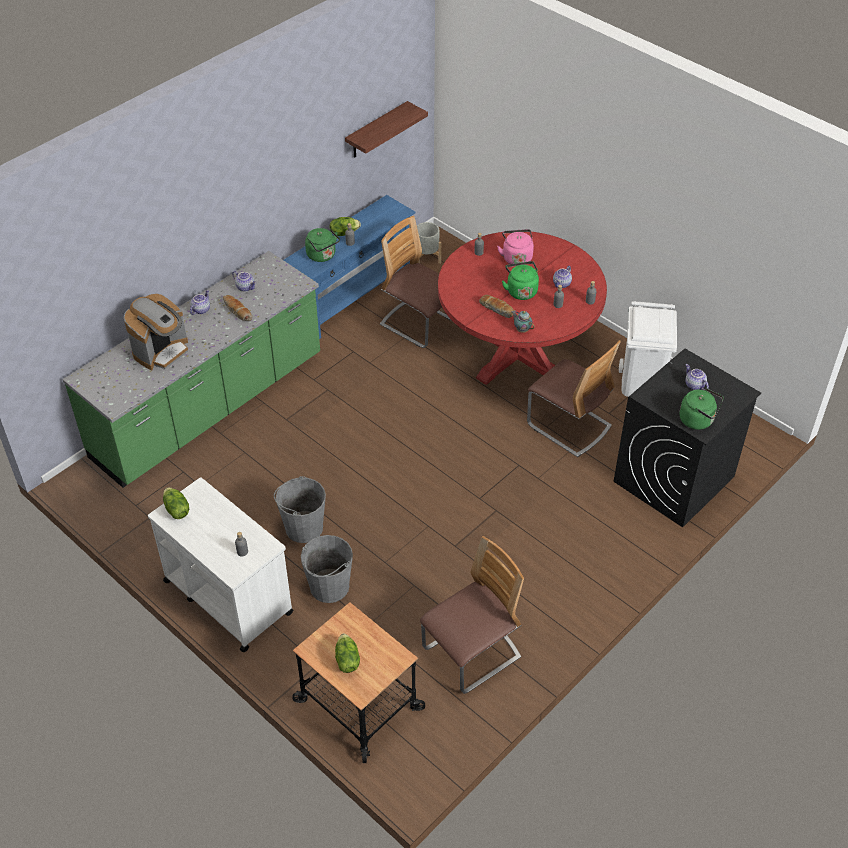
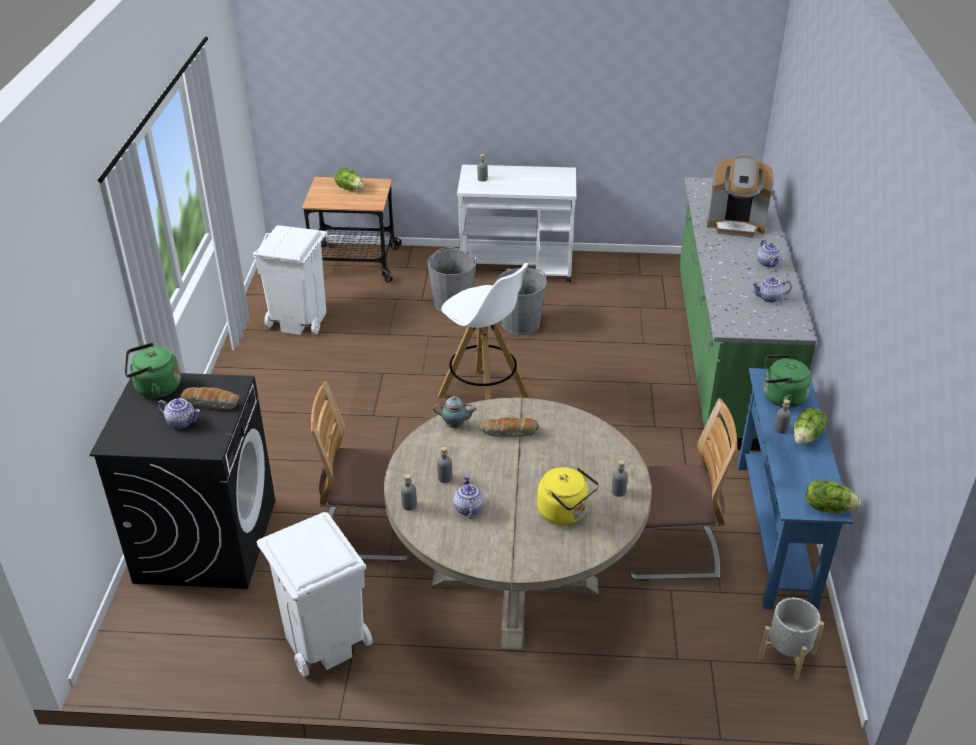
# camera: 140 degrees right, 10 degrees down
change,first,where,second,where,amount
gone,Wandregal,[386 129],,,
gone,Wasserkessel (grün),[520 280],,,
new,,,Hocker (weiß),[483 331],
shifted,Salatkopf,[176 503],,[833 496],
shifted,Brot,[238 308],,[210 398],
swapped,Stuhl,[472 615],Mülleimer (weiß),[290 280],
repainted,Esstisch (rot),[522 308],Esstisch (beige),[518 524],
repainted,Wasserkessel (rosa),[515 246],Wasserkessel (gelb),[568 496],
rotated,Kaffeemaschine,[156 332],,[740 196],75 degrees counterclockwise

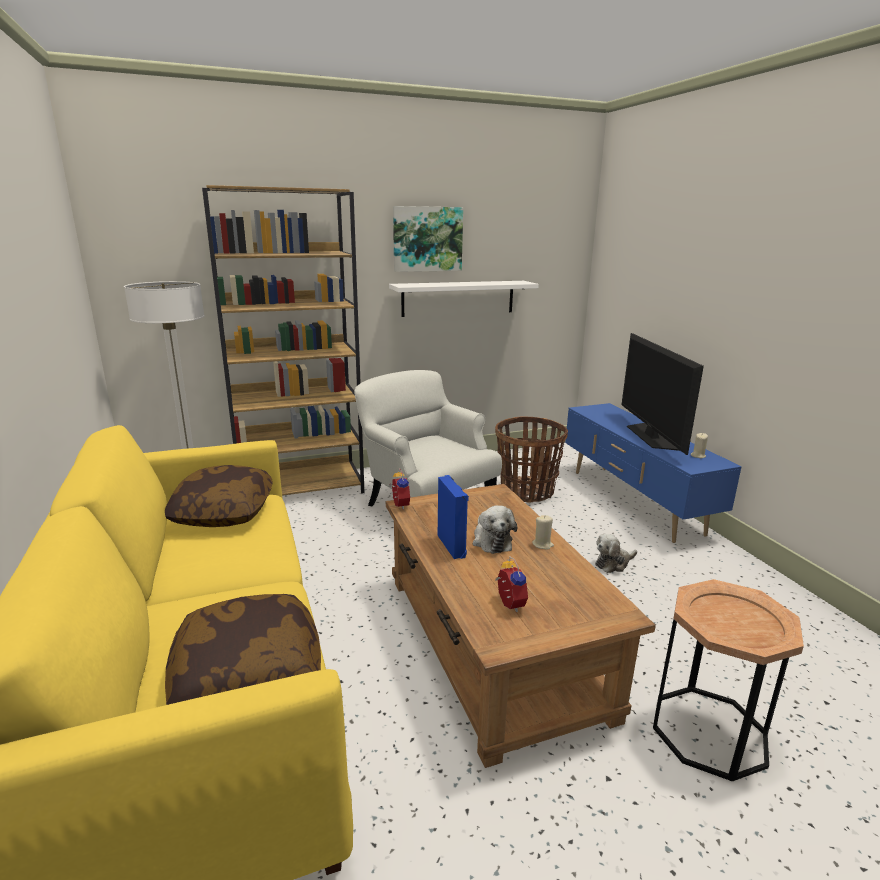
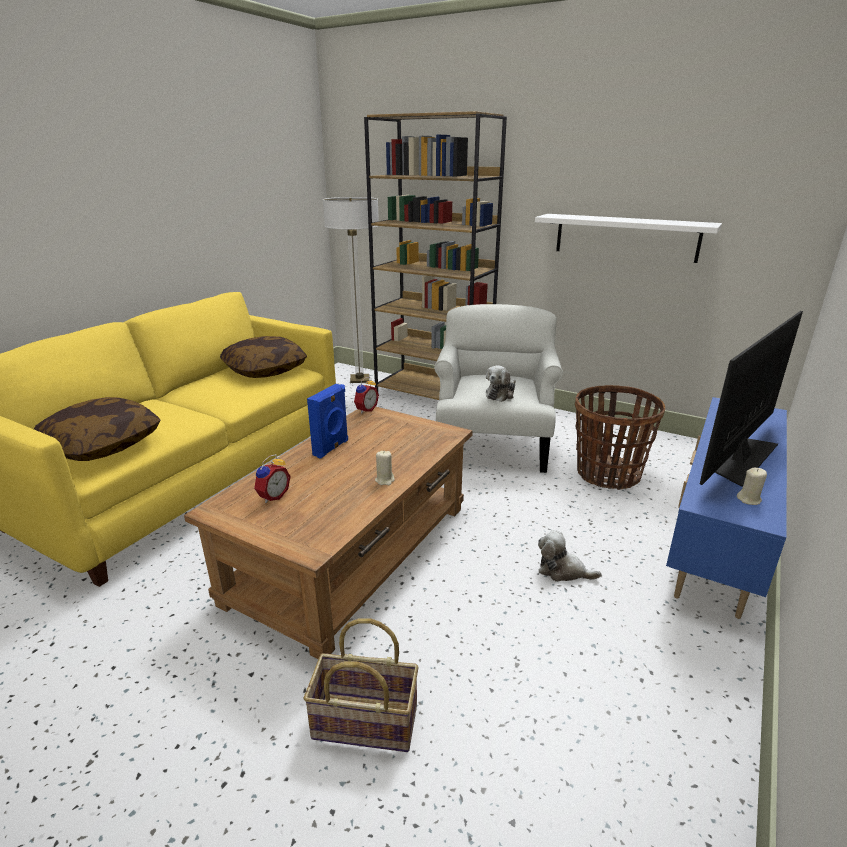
# camera: 50 degrees right, 5 degrees up
change,first,where,second,where,amount
gone,Bild,[428 239],,,
shifted,Plüschtier,[495 529],,[501 383],
swapped,Beistelltisch (braun),[728 680],Korb,[361 685],

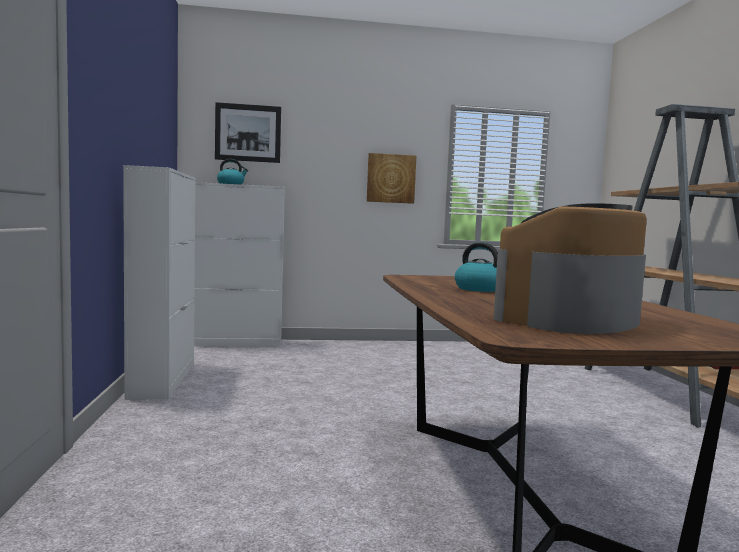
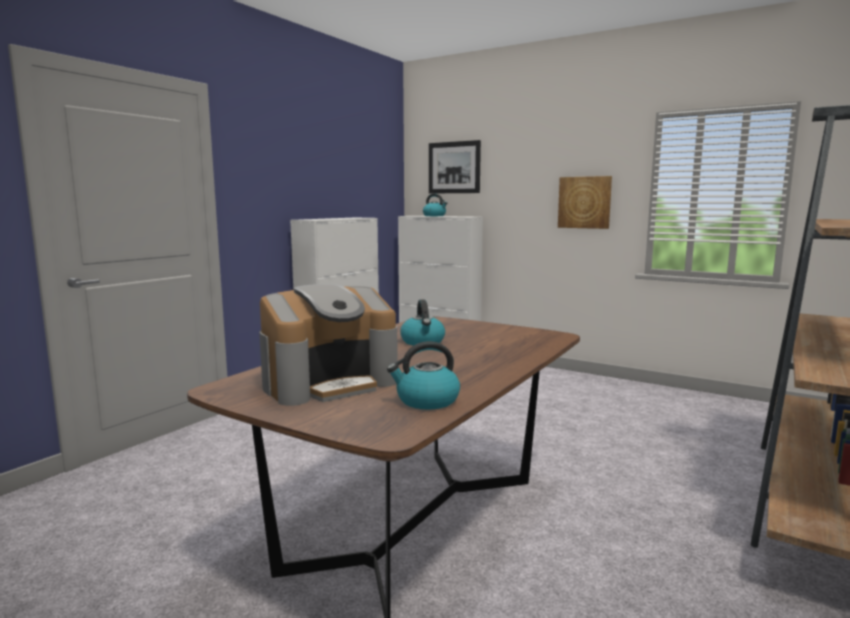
# camera: 40 degrees right, 5 degrees up
change,first,where,second,where,amount
new,,,Wasserkessel,[423 375],
rotated,Kaffeemaschine,[570 268],,[328 345],150 degrees clockwise

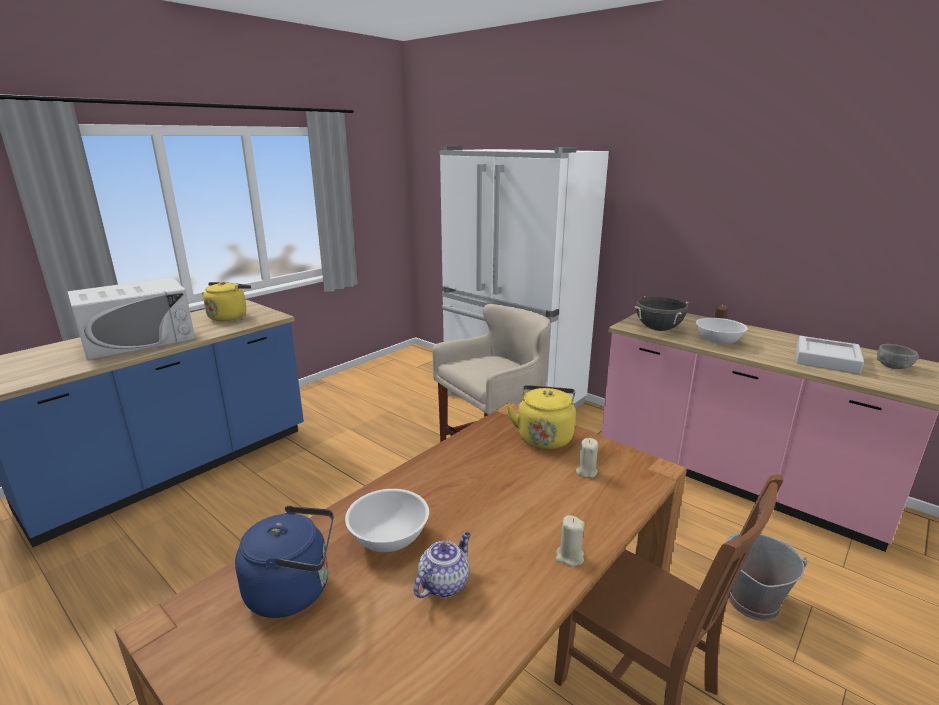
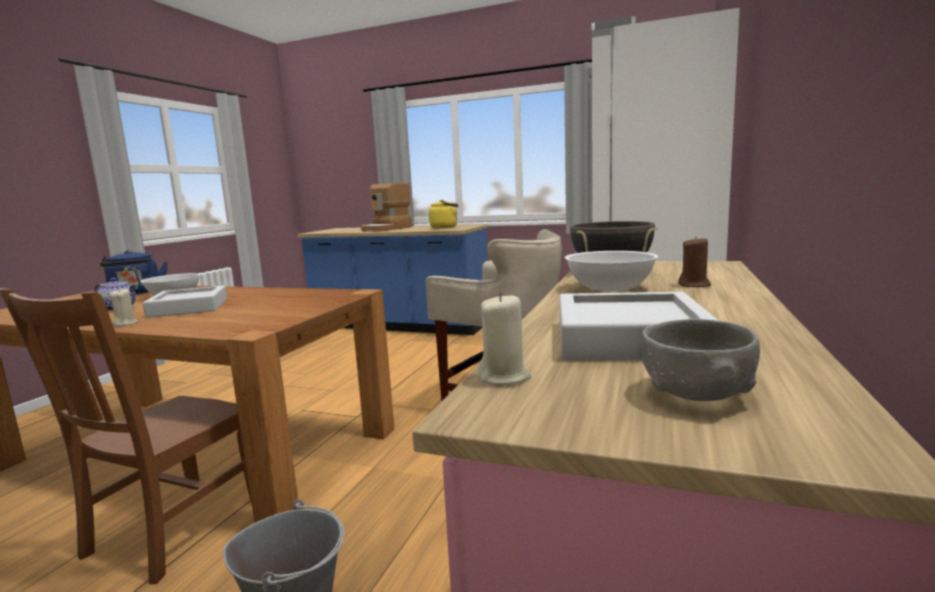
# camera: 70 degrees right, 10 degrees down
change,first,where,second,where,amount
gone,Wasserkessel (gelb),[541 417],,,
new,,,Tablett (grau),[185 302],
shifted,Kerze (beige),[587 458],,[504 338],
swapped,Mikrowelle (weiß),[131 318],Kaffeemaschine,[386 207],

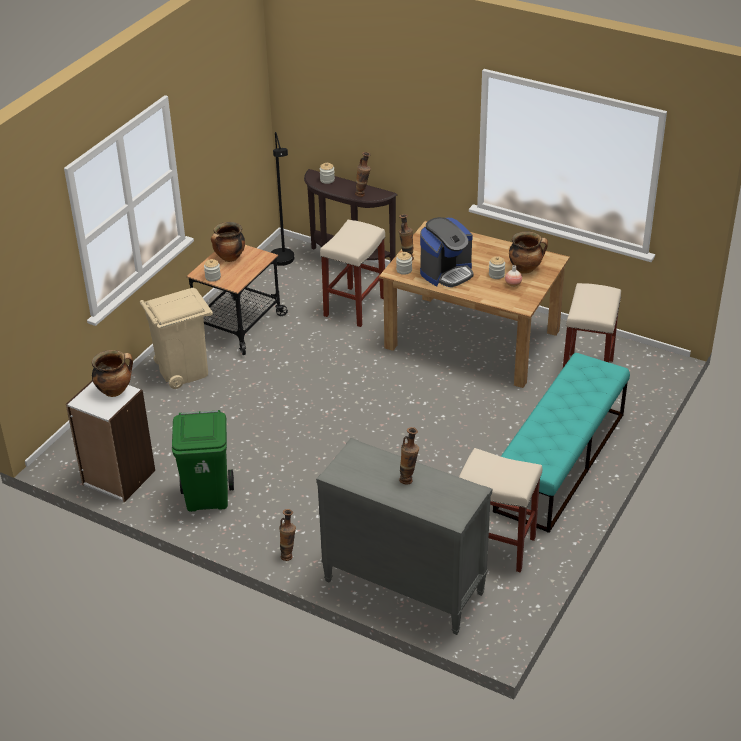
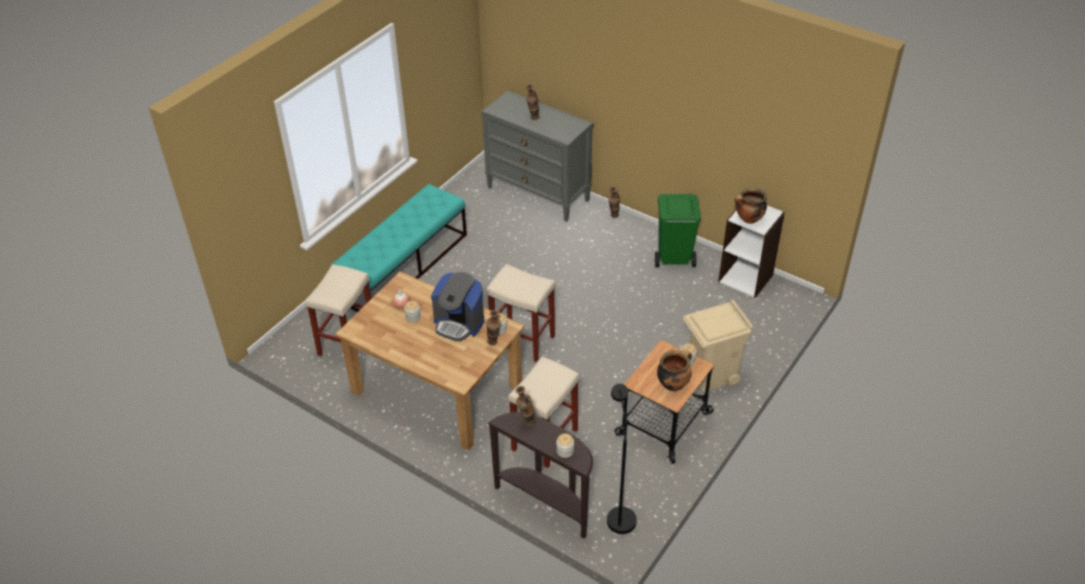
# camera: 175 degrees left, 5 degrees up
change,first,where,second,where,amount
gone,Kochtopf,[528 252],,,
shifted,Hocker (beige),[501 510],,[521 313],
rotated,Kaffeemaschine,[447 252],,[457 306],120 degrees counterclockwise

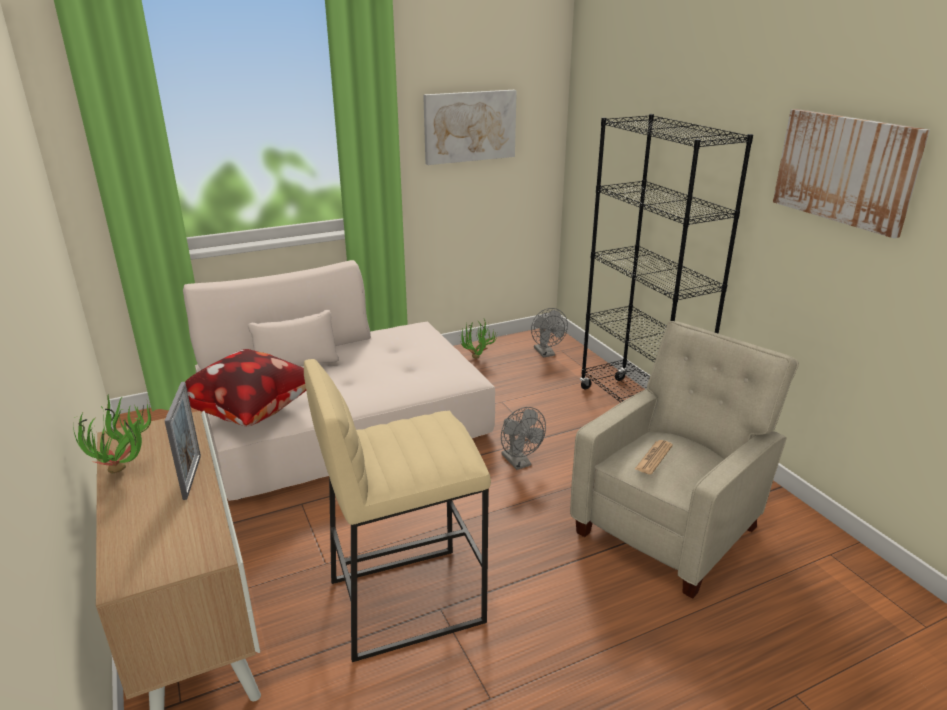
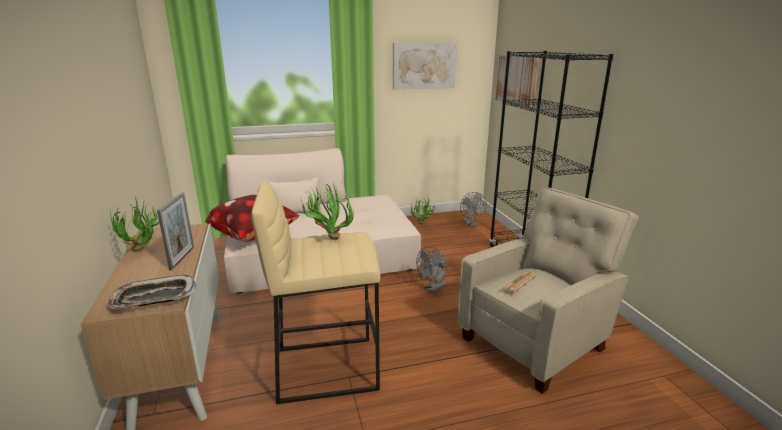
# camera: 10 degrees right, 5 degrees down
change,first,where,second,where,amount
new,,,Tablett,[152 292],
new,,,Topfpflanze,[327 211],
shifted,Bild,[851 173],,[517 82],
rotated,Ventilator (grau),[523 438],,[431 270],60 degrees clockwise

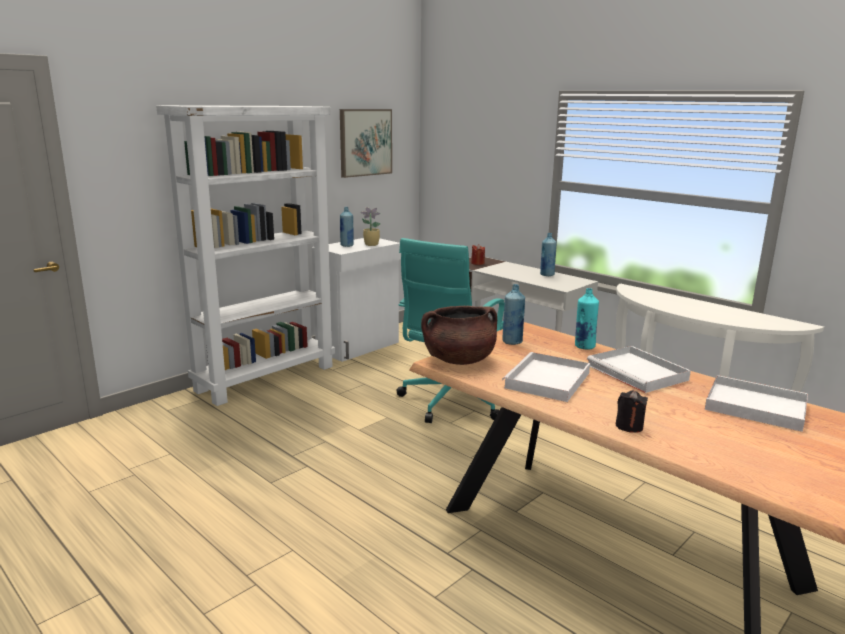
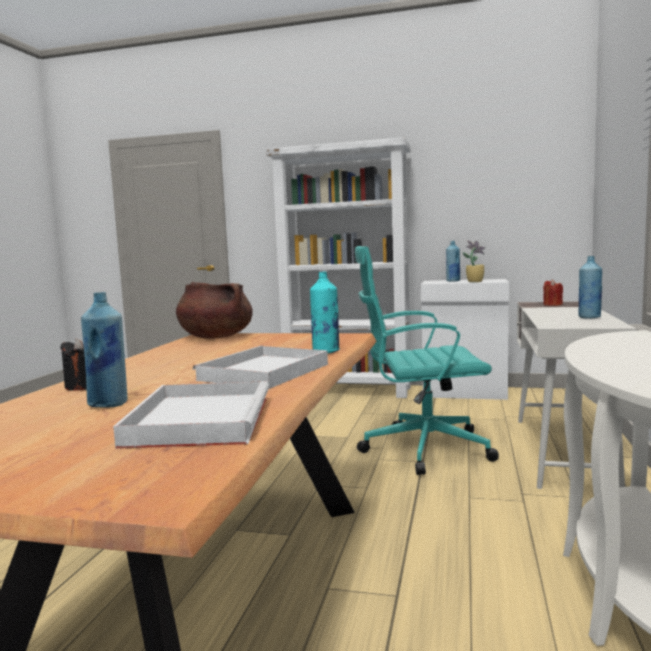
# camera: 60 degrees right, 10 degrees down
change,first,where,second,where,amount
gone,Bild,[366 143],,,
gone,Tablett (weiß),[546 377],,,
shifted,Flasche (blau),[513 314],,[104 350],

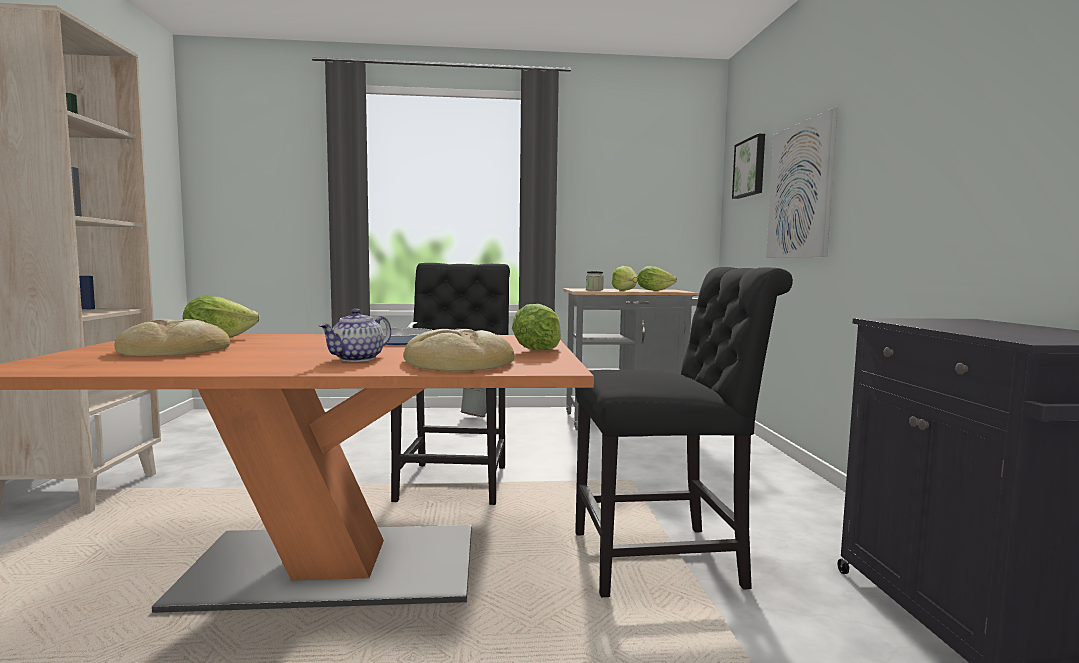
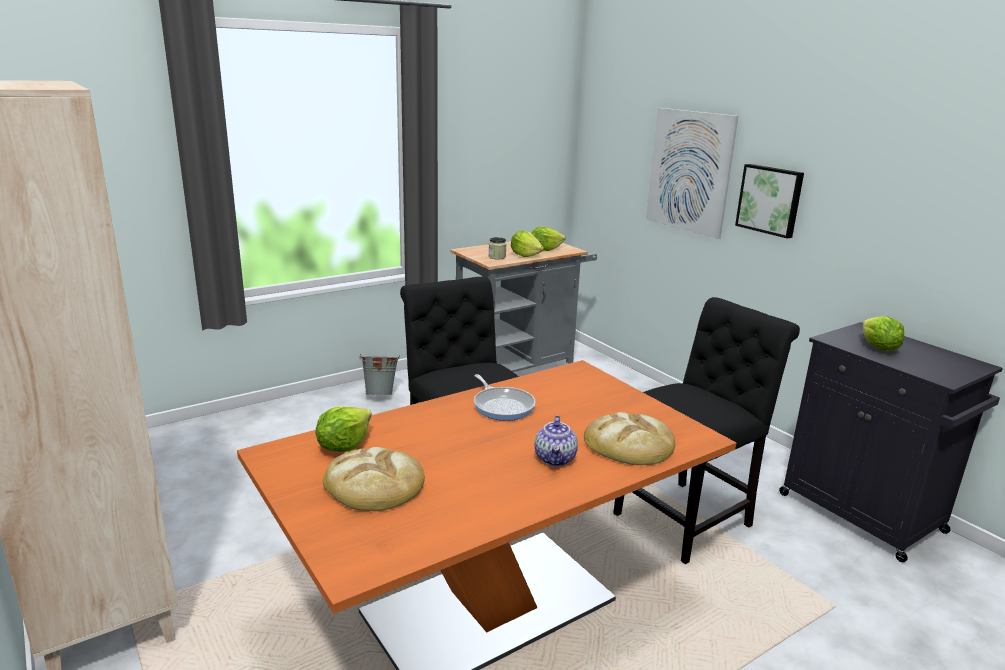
# camera: 30 degrees left, 15 degrees up
change,first,where,second,where,amount
shifted,Salatkopf,[536 327],,[883 333],
shifted,Bild,[748 166],,[769 201],

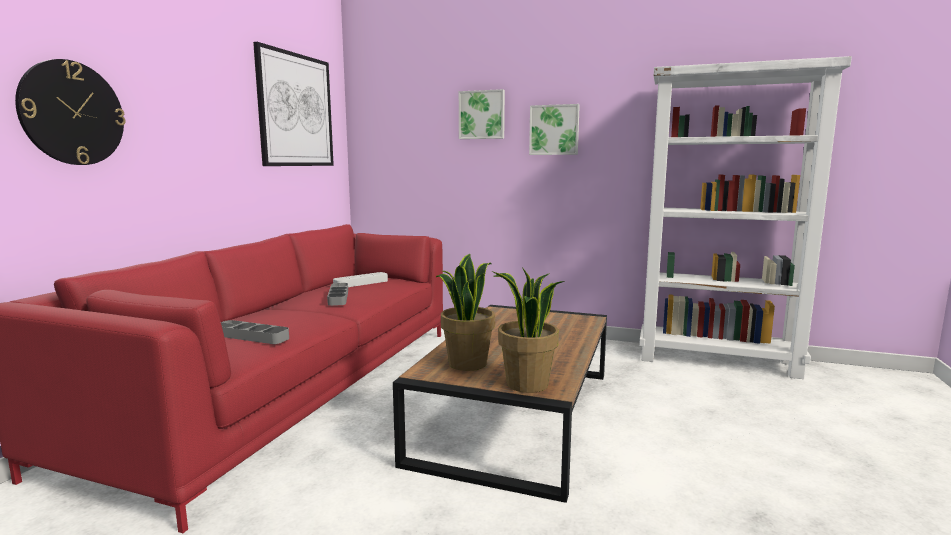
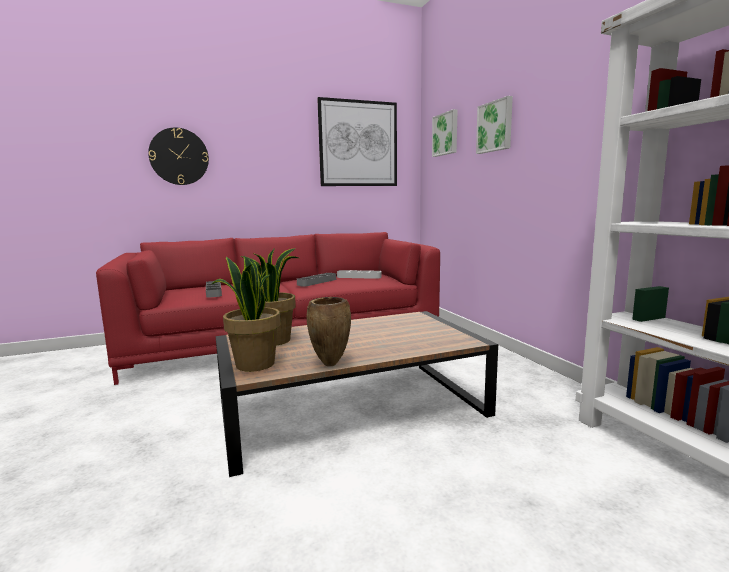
# camera: 50 degrees right, 0 degrees up
change,first,where,second,where,amount
new,,,Vase (braun),[329 331],
shifted,Bild,[554 129],,[445 133],

